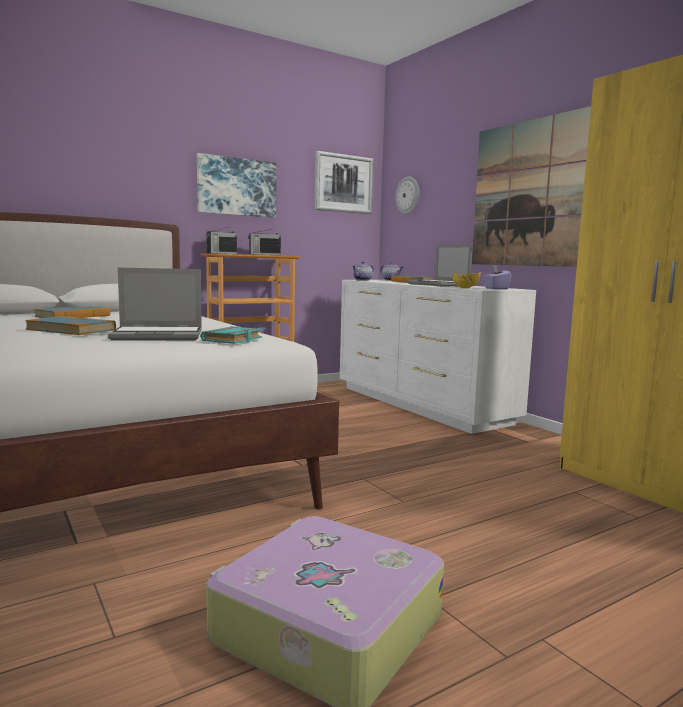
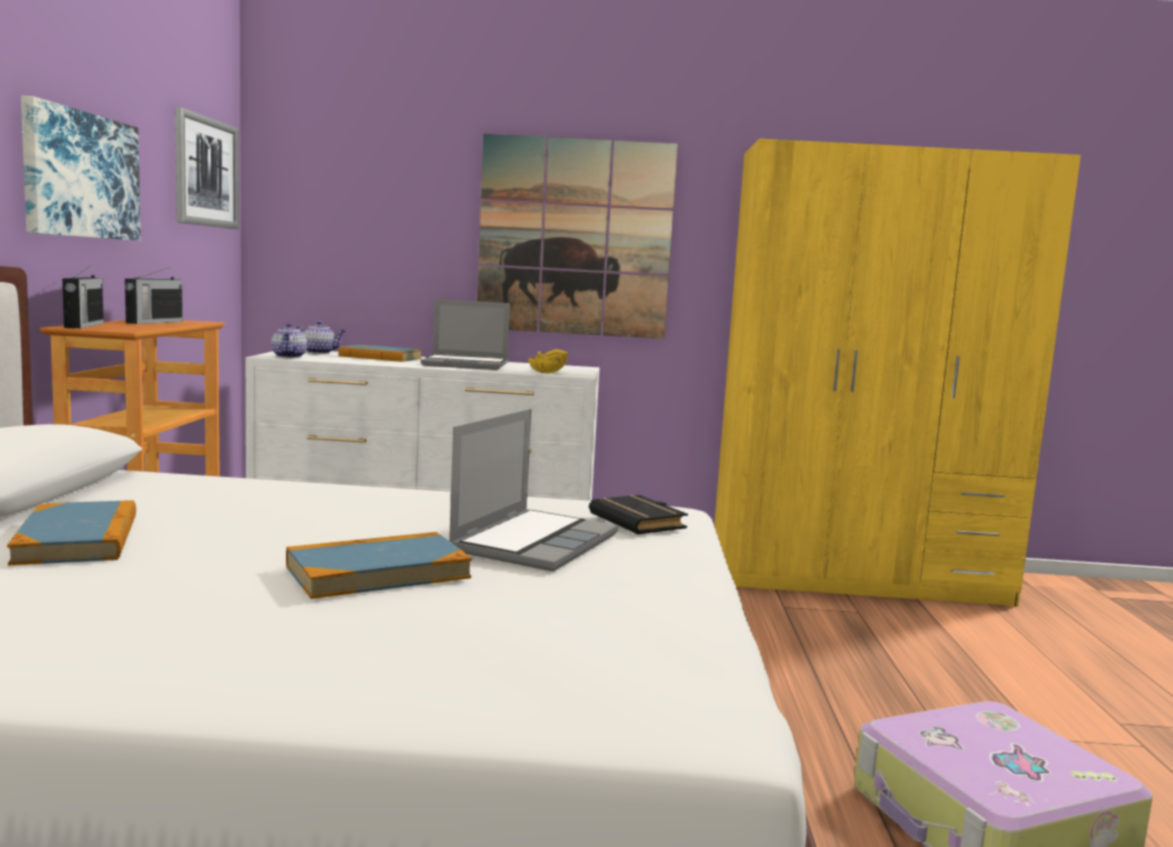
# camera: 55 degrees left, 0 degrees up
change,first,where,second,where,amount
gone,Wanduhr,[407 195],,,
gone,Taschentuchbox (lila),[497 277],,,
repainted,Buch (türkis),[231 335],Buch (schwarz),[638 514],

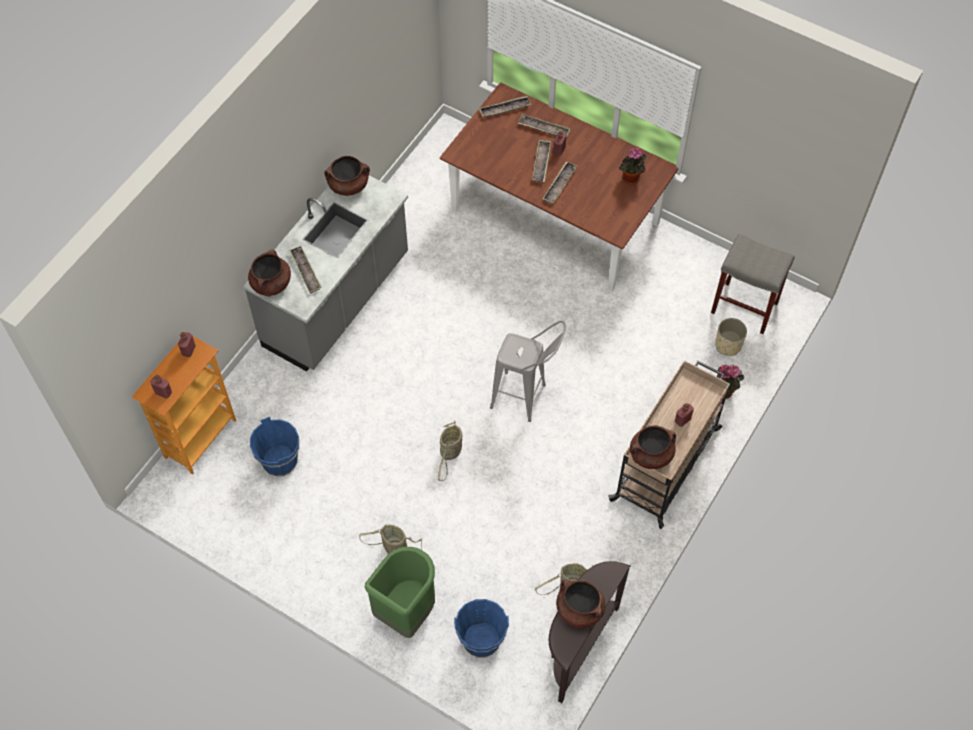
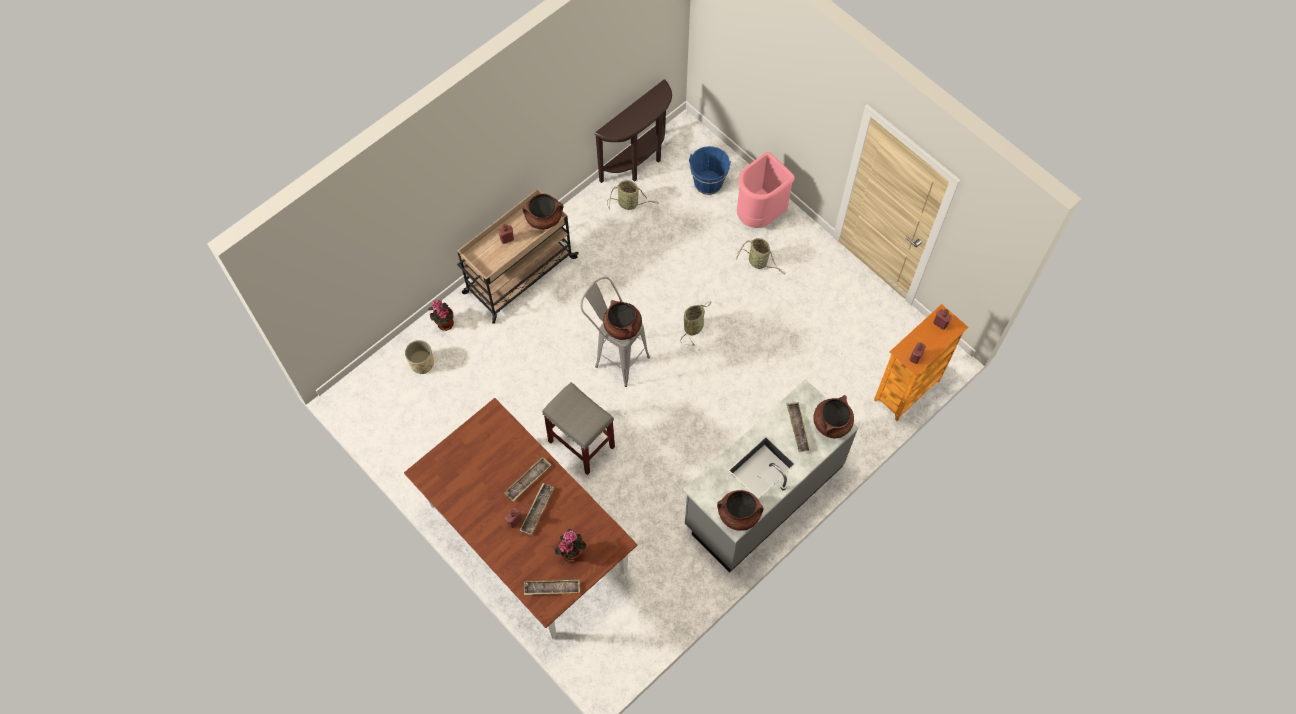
# camera: 165 degrees left, 5 degrees up
change,first,where,second,where,amount
gone,Eimer (blau),[275 446],,,
gone,Tablett,[544 126],,,
shifted,Kochtopf (braun),[580 603],,[622 320],
shifted,Topfpflanze,[632 165],,[570 546],
shifted,Hocker (grau),[753 284],,[578 428],
repainted,Mülleimer (grün),[400 592],Mülleimer (rosa),[766 190],

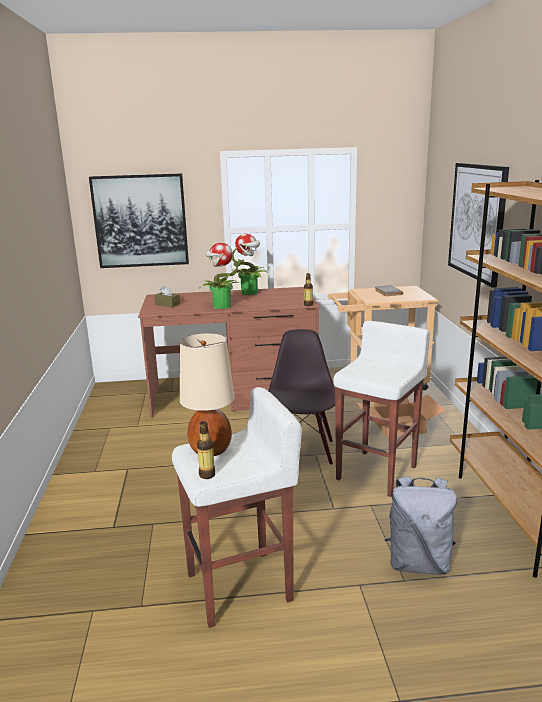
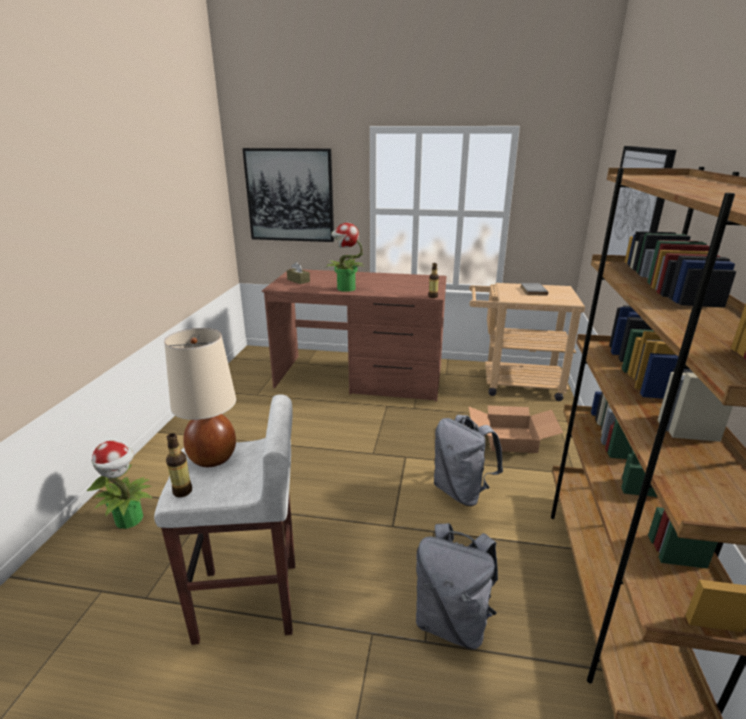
# camera: 15 degrees right, 5 degrees up
change,first,where,second,where,amount
gone,Stuhl (schwarz),[302 397],,,
shifted,Topfpflanze,[250 264],,[120 484],
swapped,Hocker (weiß),[381 409],Rucksack (grau),[468 460],

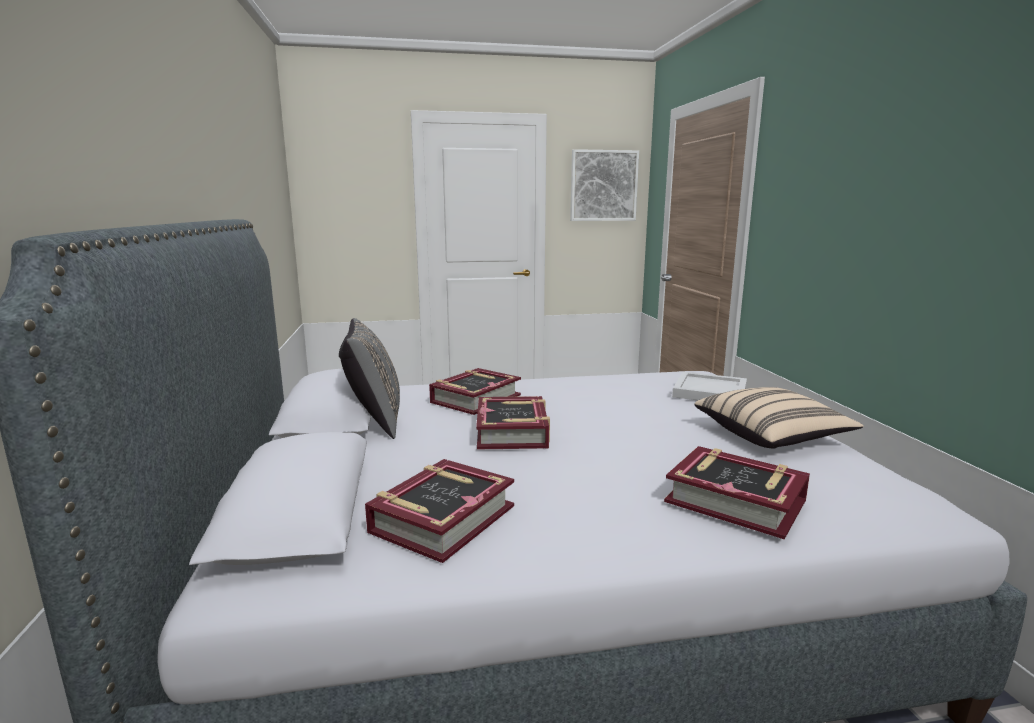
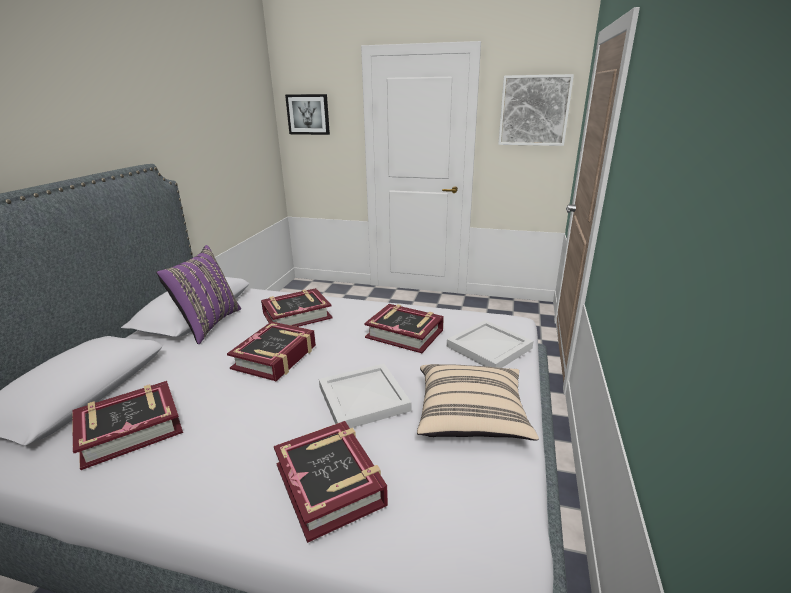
# camera: 25 degrees right, 10 degrees up
change,first,where,second,where,amount
new,,,Bild,[307 114],
new,,,Tablett (weiß),[365 395],
new,,,Buch,[404 328],
repainted,Kissen (grau),[369 378],Kissen (lila),[198 294],

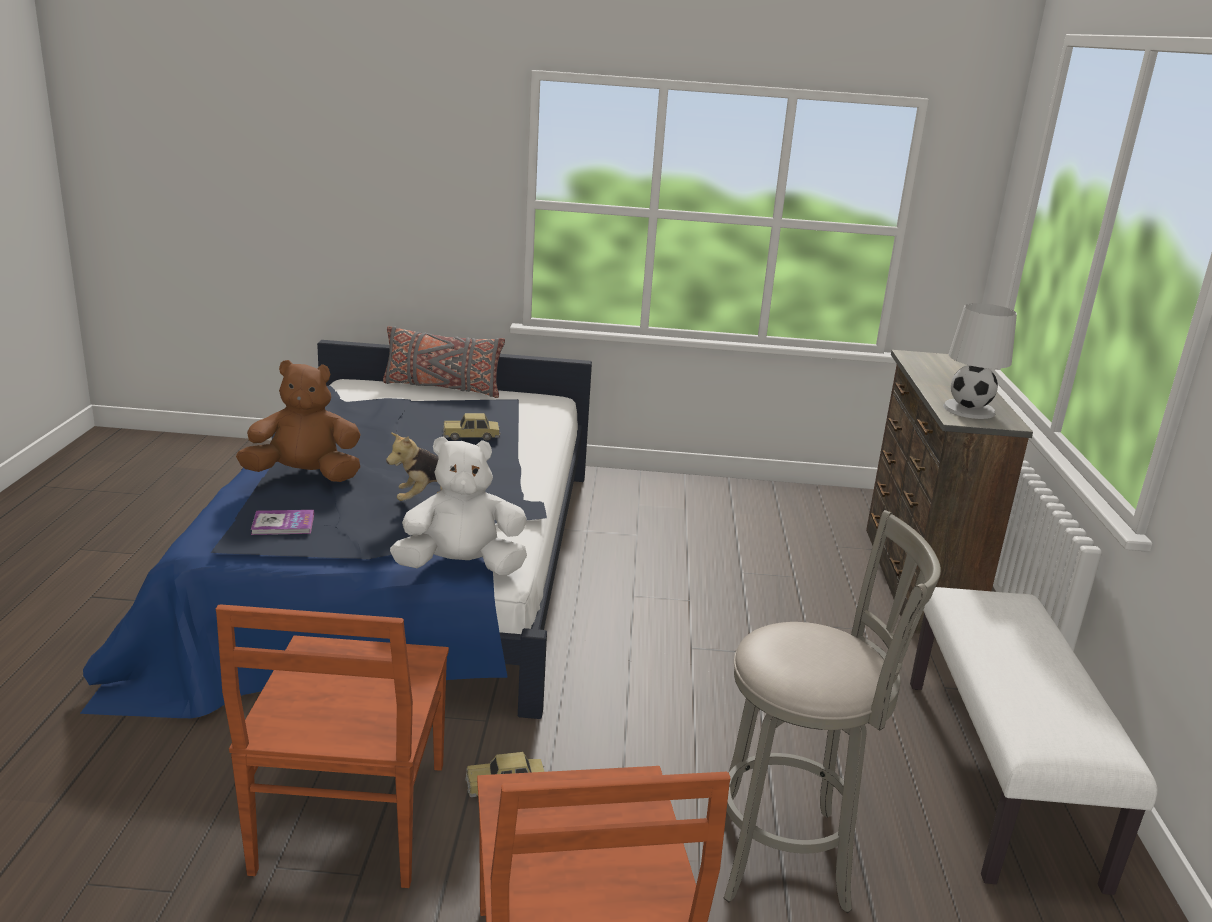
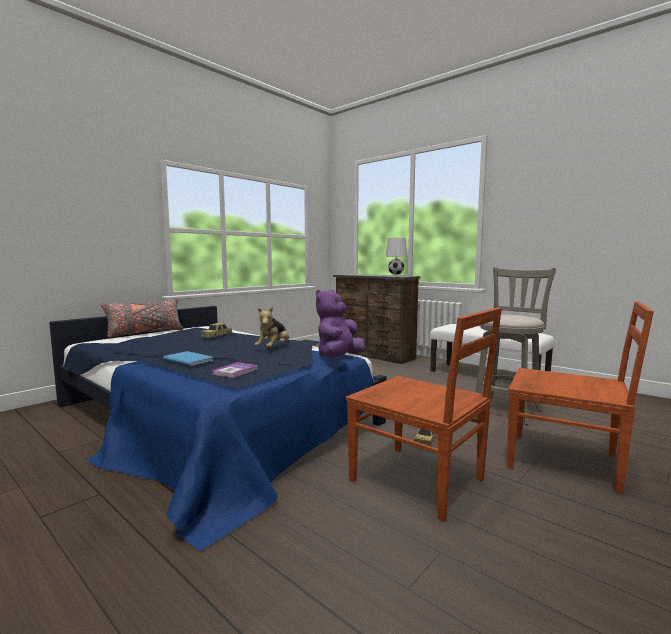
# camera: 50 degrees left, 15 degrees down
change,first,where,second,where,amount
swapped,Plüschtier (braun),[298 421],Buch (blau),[188 358],
repainted,Plüschtier (weiß),[458 505],Plüschtier (lila),[340 324],

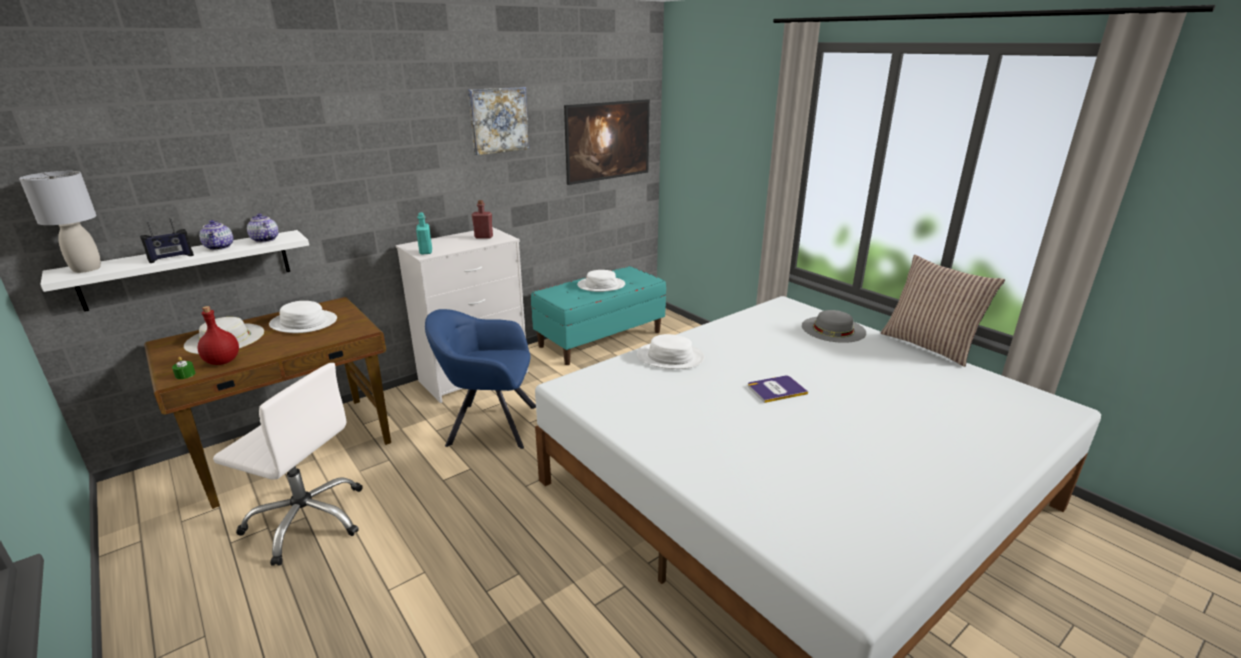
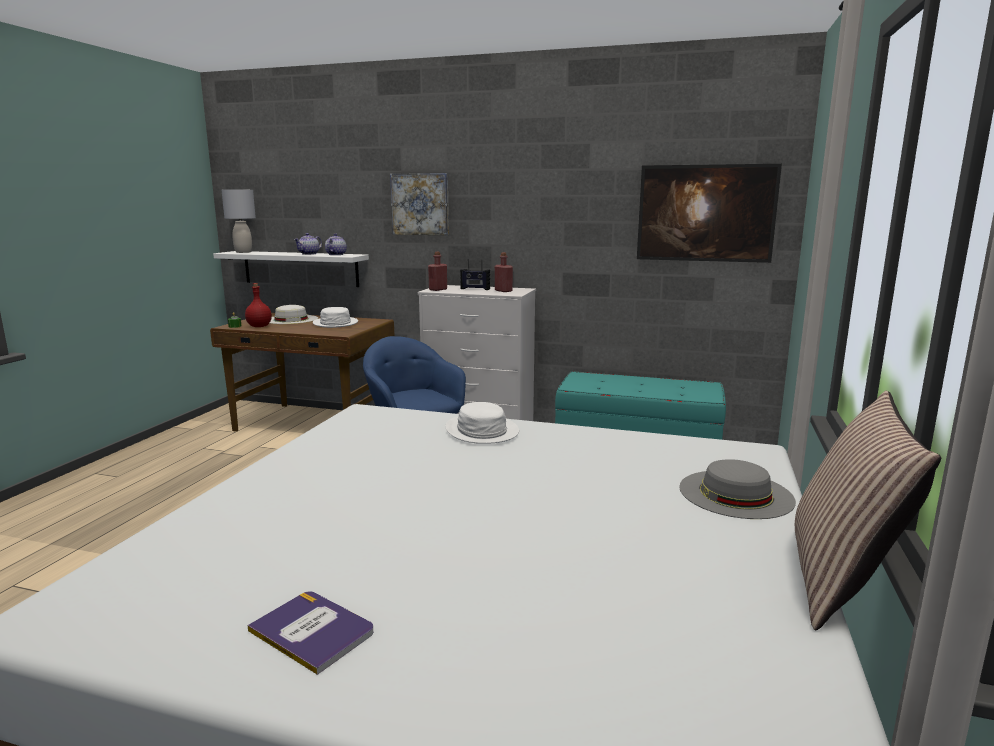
# camera: 55 degrees right, 10 degrees down
change,first,where,second,where,amount
gone,Bürostuhl (weiß),[287 464],,,
gone,Hut (weiß),[601 281],,,
shifted,Radio,[167 240],,[475 274],
shifted,Bild,[499 121],,[419 204],
shifted,Buch,[778 389],,[310 633],
repainted,Flasche (türkis),[424 233],Flasche (rot),[437 271],

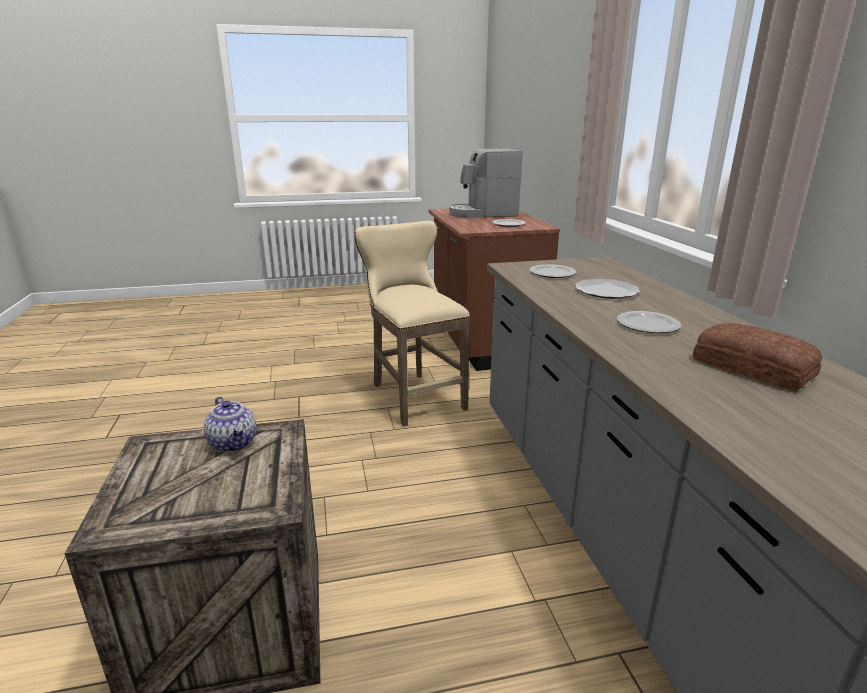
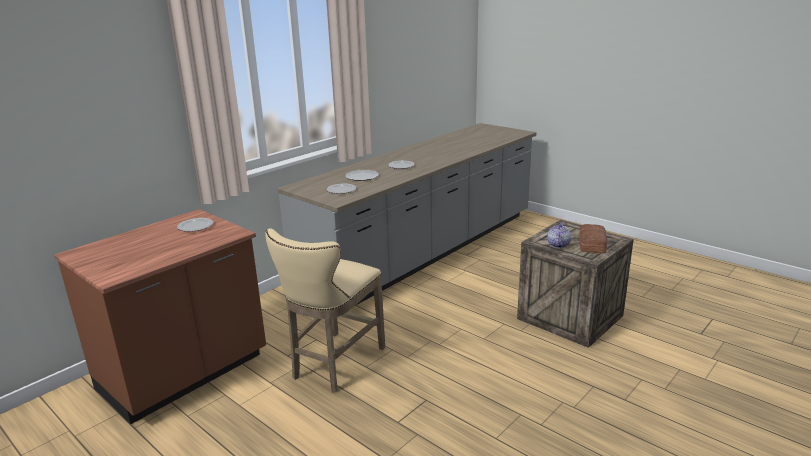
# camera: 125 degrees left, 0 degrees up
change,first,where,second,where,amount
gone,Kaffeemaschine,[485 183],,,
shifted,Brot,[757 357],,[593 238],

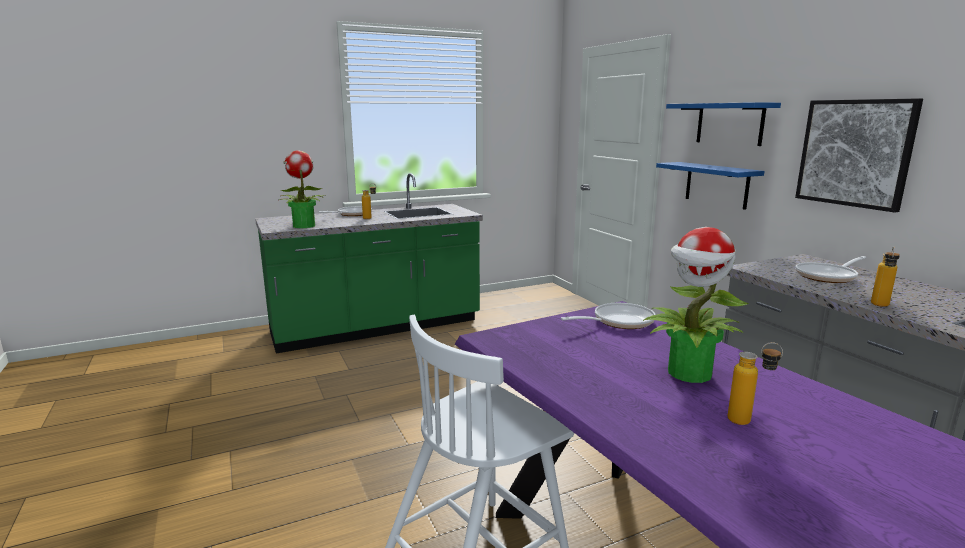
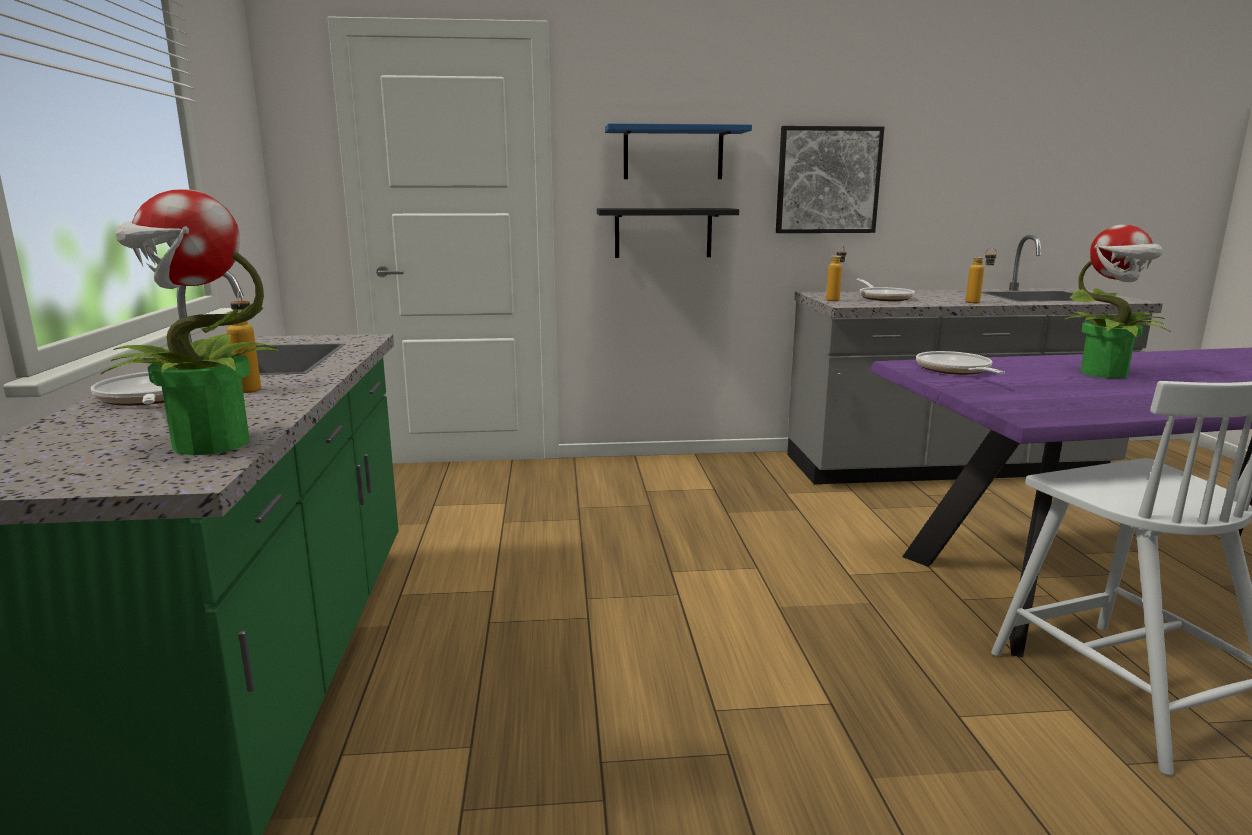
# camera: 70 degrees left, 0 degrees up
change,first,where,second,where,amount
shifted,Flasche,[755 383],,[836 273],
repainted,Wandregal (blau),[710 186],Wandregal (schwarz),[668 233],

